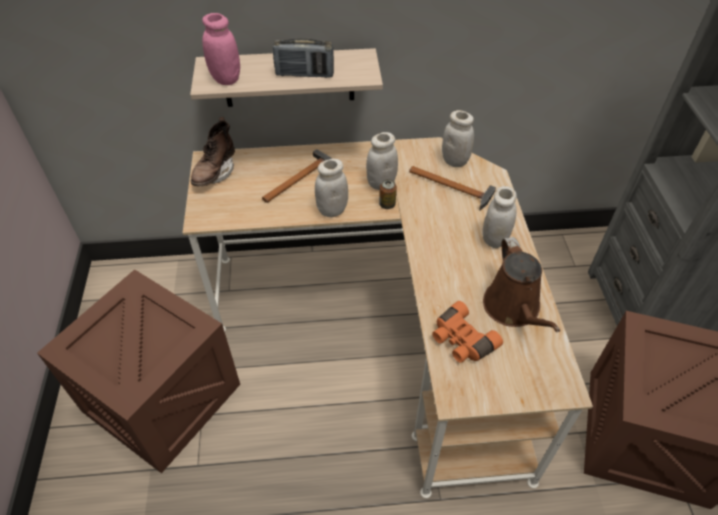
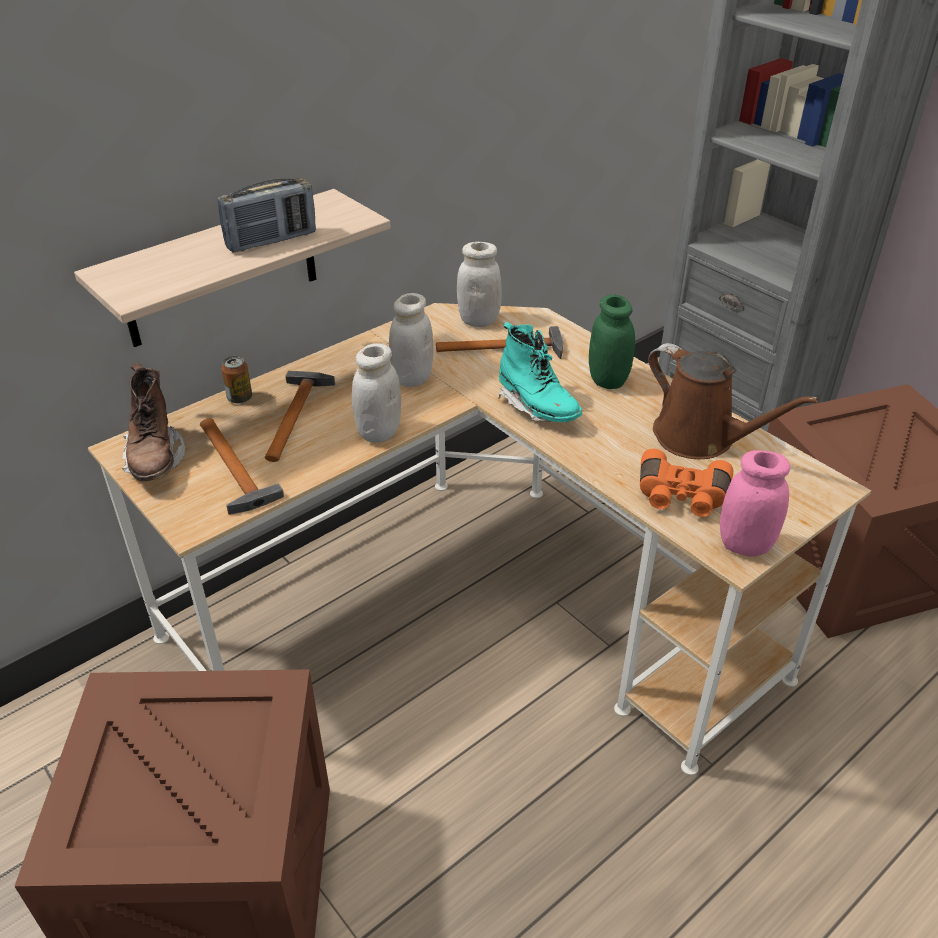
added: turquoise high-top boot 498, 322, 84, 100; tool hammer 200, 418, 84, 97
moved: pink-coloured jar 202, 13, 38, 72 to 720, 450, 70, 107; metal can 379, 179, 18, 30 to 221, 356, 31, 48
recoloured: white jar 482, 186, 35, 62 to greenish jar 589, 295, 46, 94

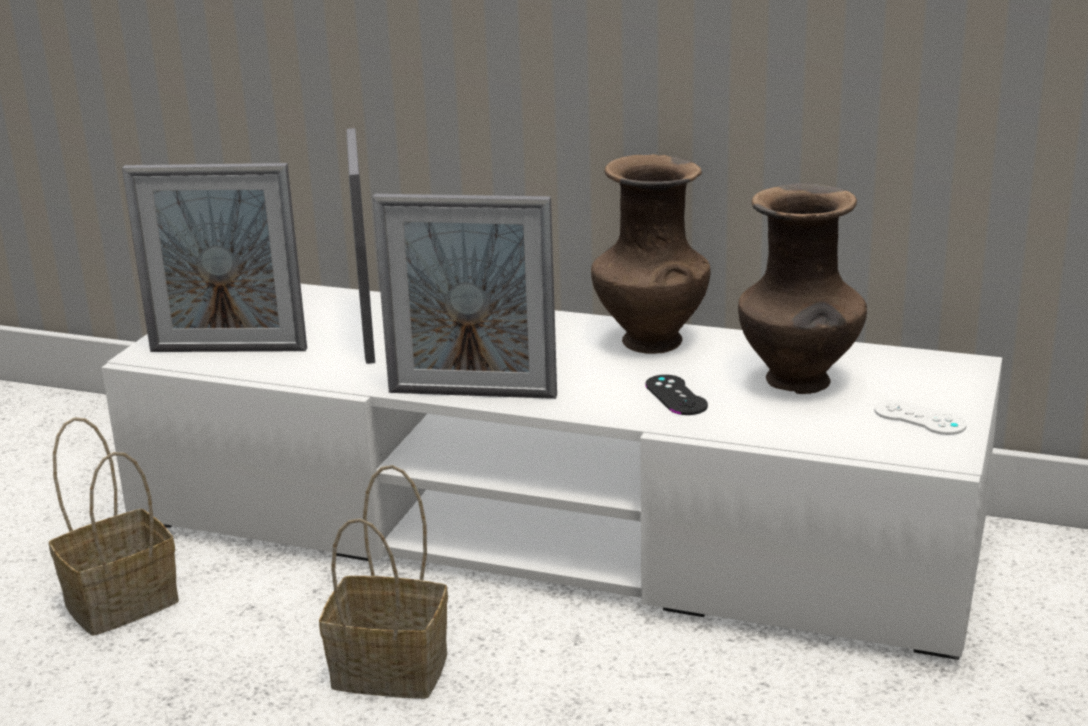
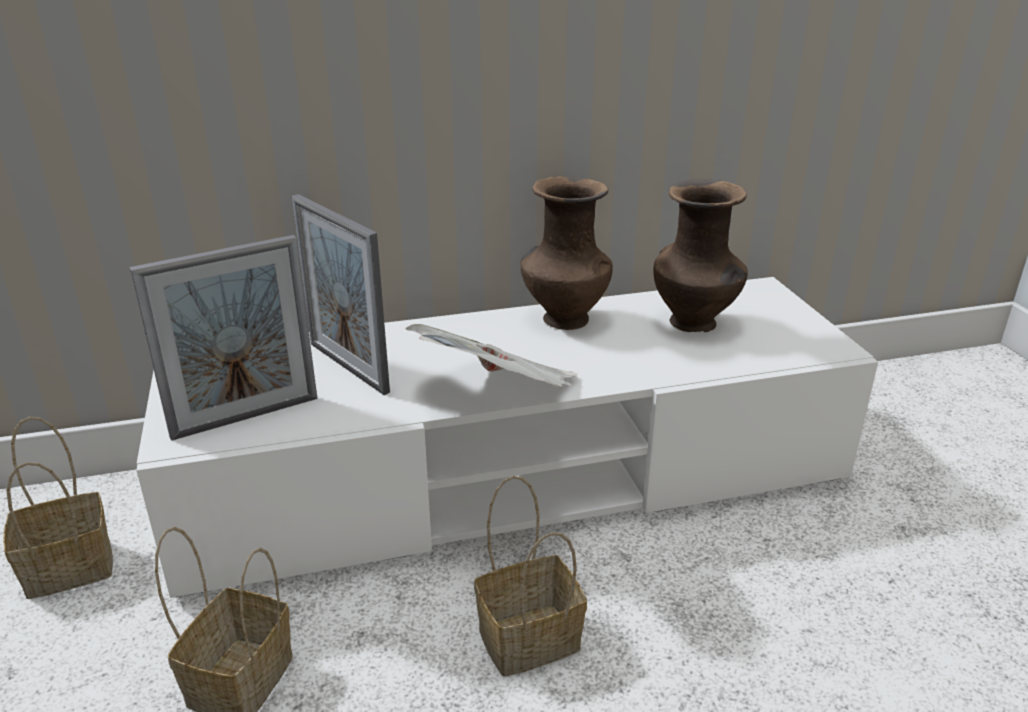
removed: black-coloured gamepad 646, 375, 62, 40; white gamepad 874, 399, 93, 36
added: storage basket 4, 417, 109, 182
replaced: standing frame 373, 194, 184, 205 to printed paper 406, 324, 172, 64

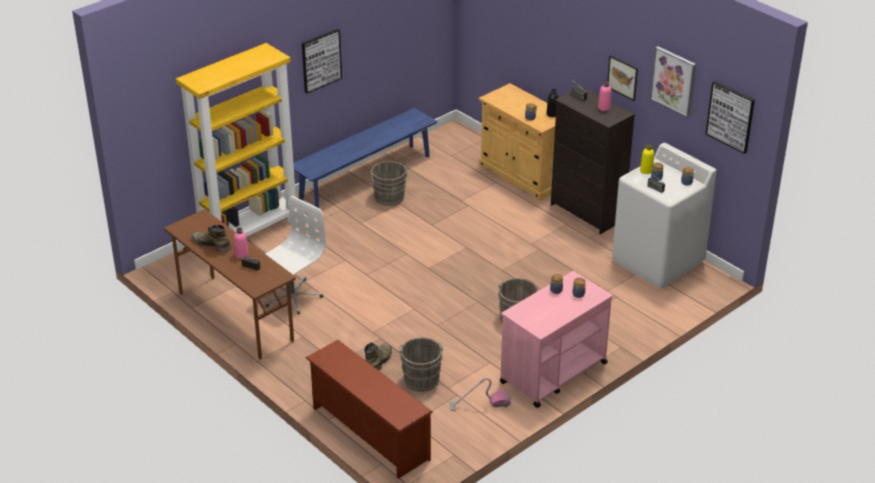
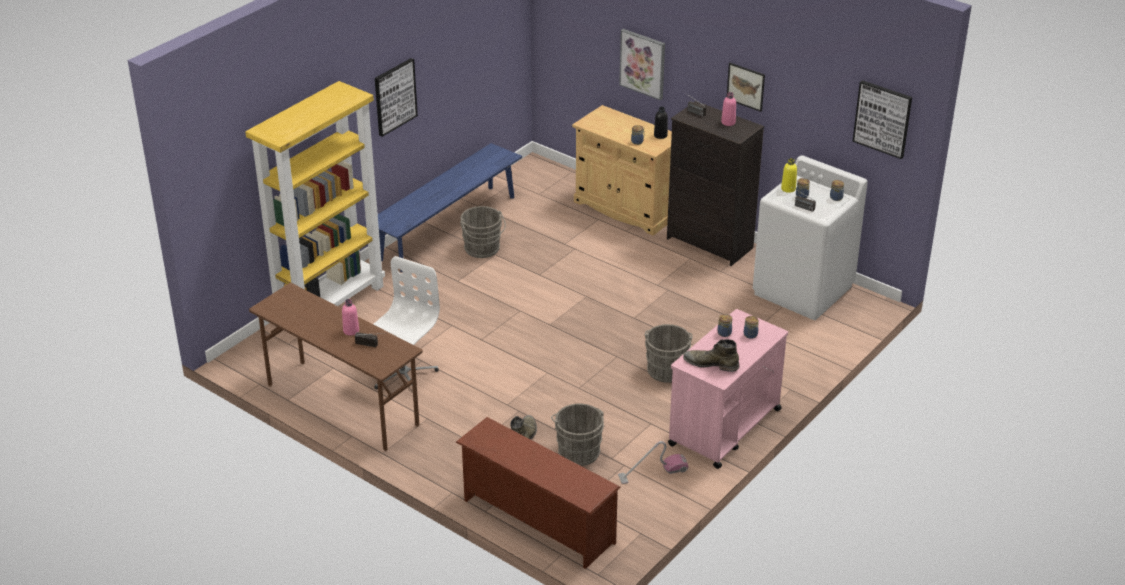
moved: wall picture 650, 46, 46, 71 to 619, 29, 46, 71; greenish high-top boot 191, 225, 40, 27 to 683, 339, 56, 33

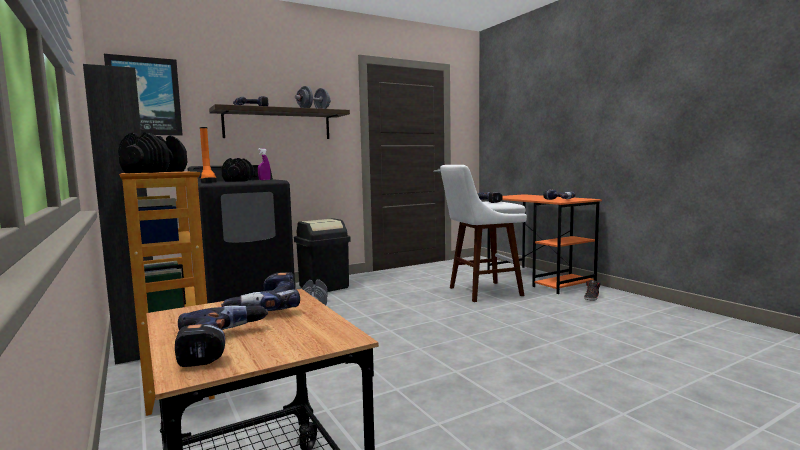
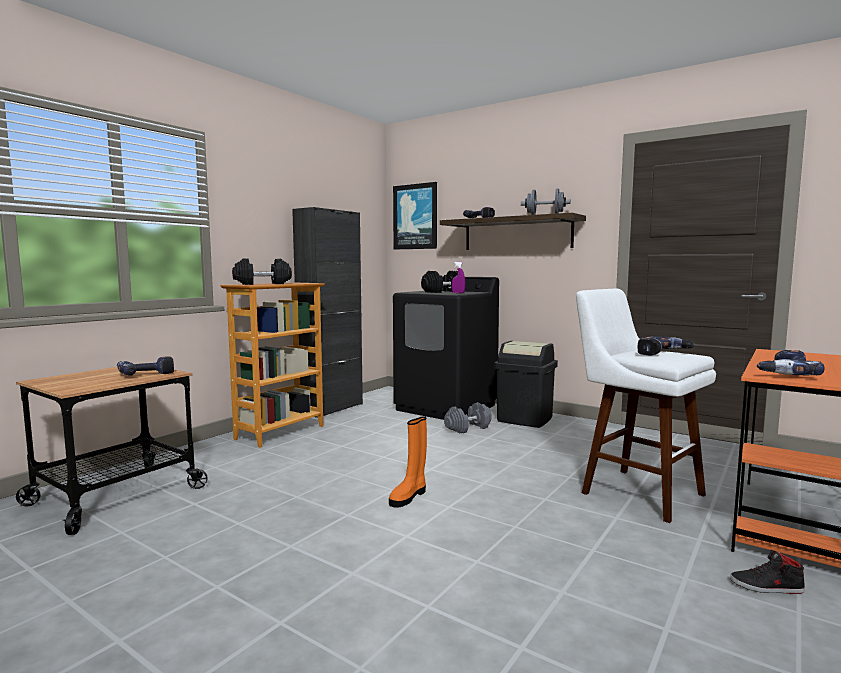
removed: drill 175, 305, 93, 62
moved: orange high-top boot 200, 127, 17, 56 to 389, 416, 38, 92

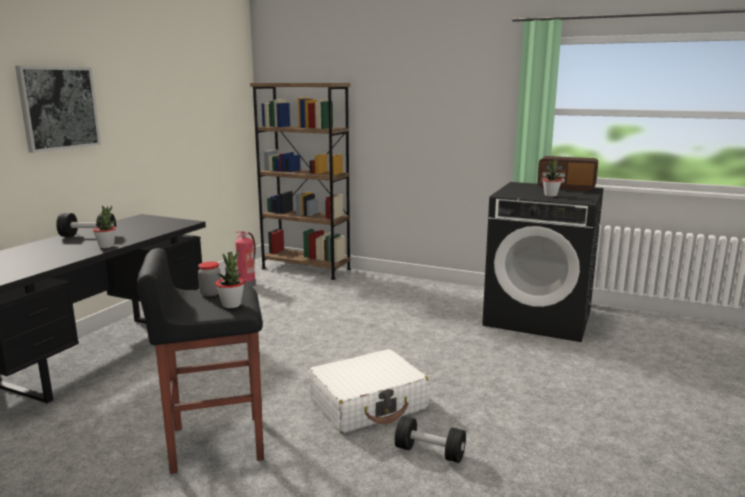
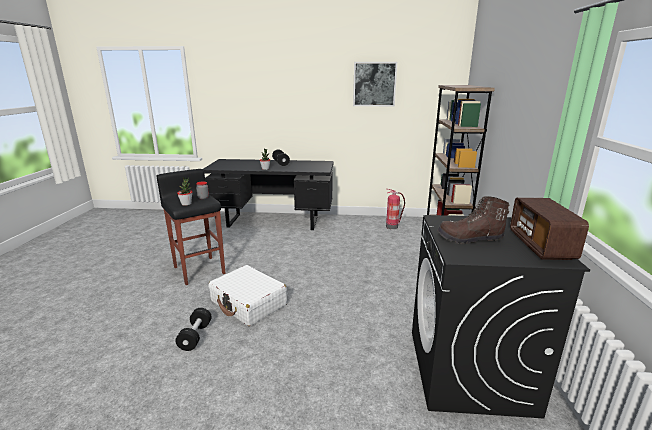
moved: wall picture 15, 66, 86, 87 to 353, 62, 44, 44
replaced: plant in a pot 542, 158, 20, 39 to brownish high-top boot 437, 196, 72, 48

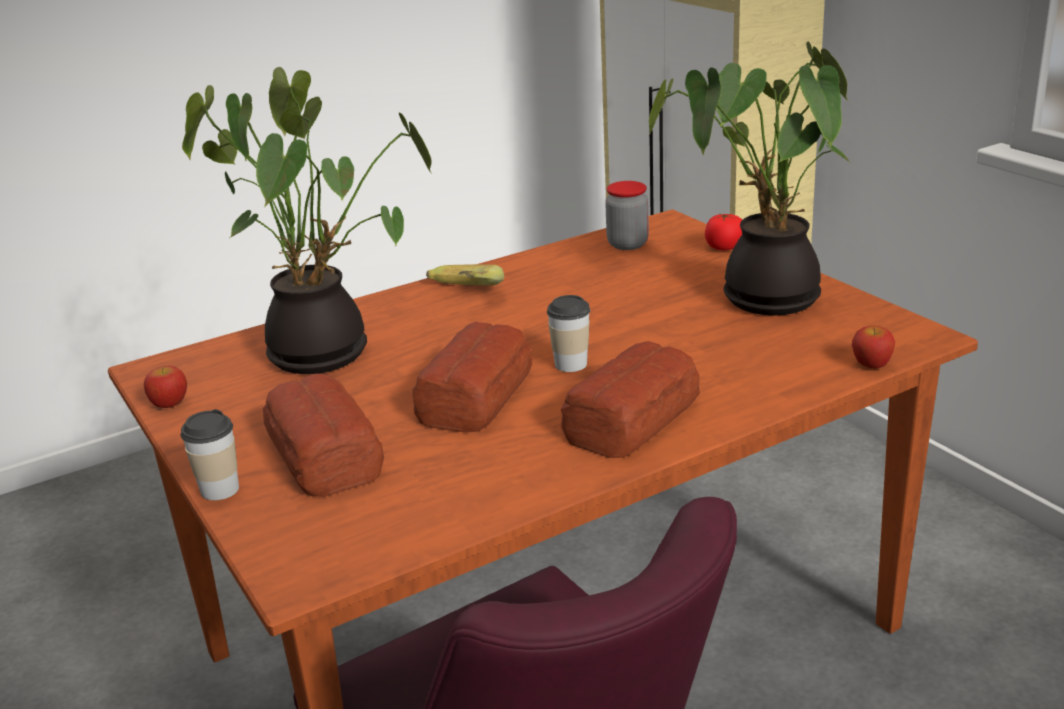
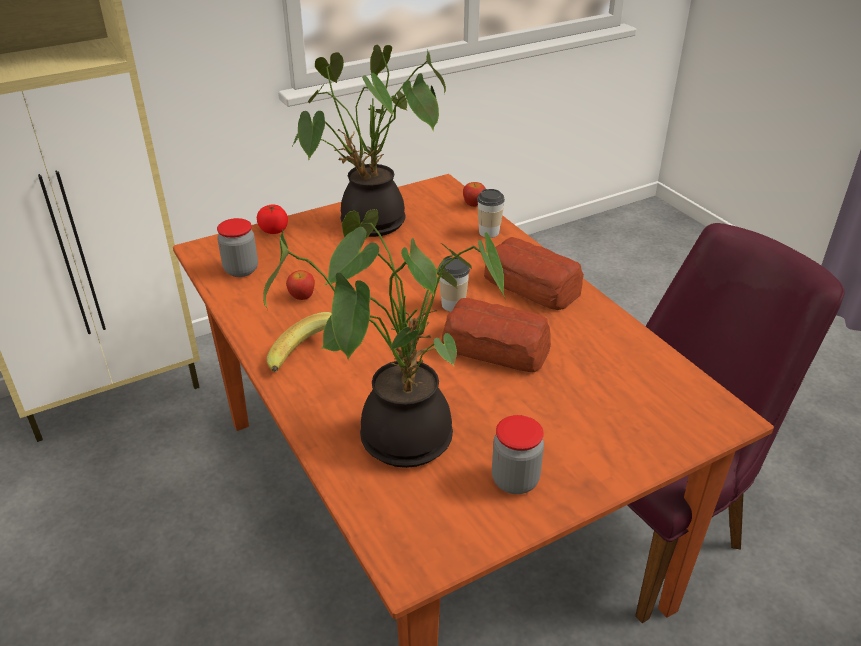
removed: baked bread 263, 374, 121, 123
added: jar 492, 415, 52, 79
moved: apple 144, 366, 43, 42 to 286, 270, 29, 30; drinking cup 181, 409, 58, 91 to 477, 189, 28, 49

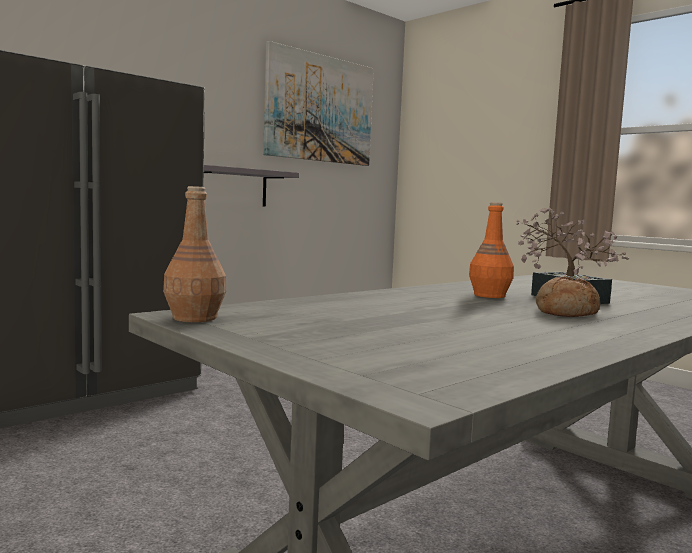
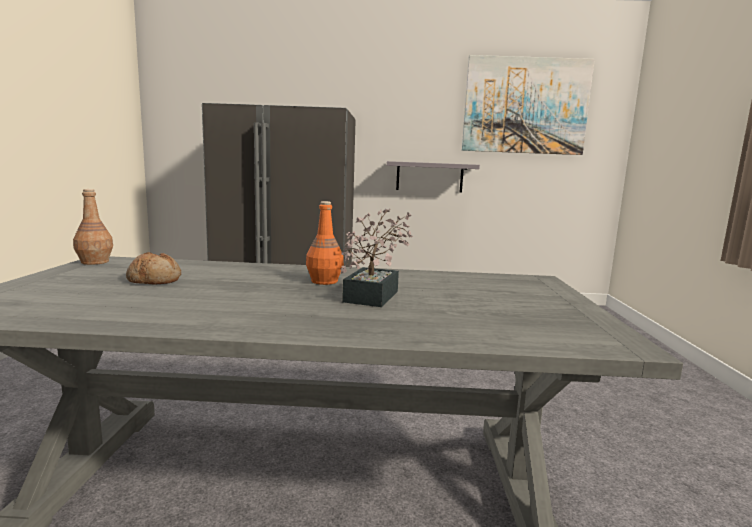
moved: baked bread 536, 277, 64, 40 to 126, 252, 55, 32

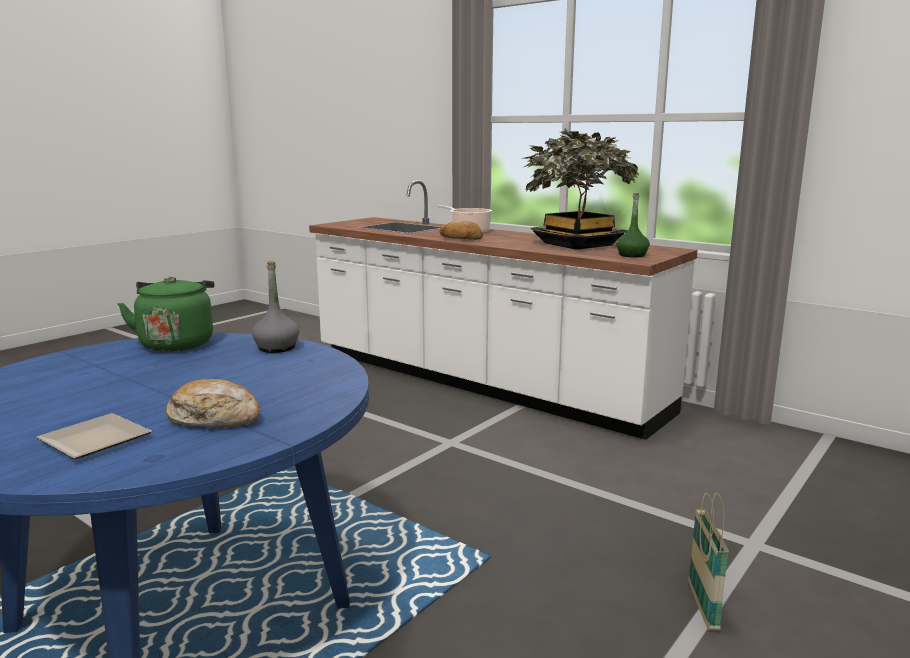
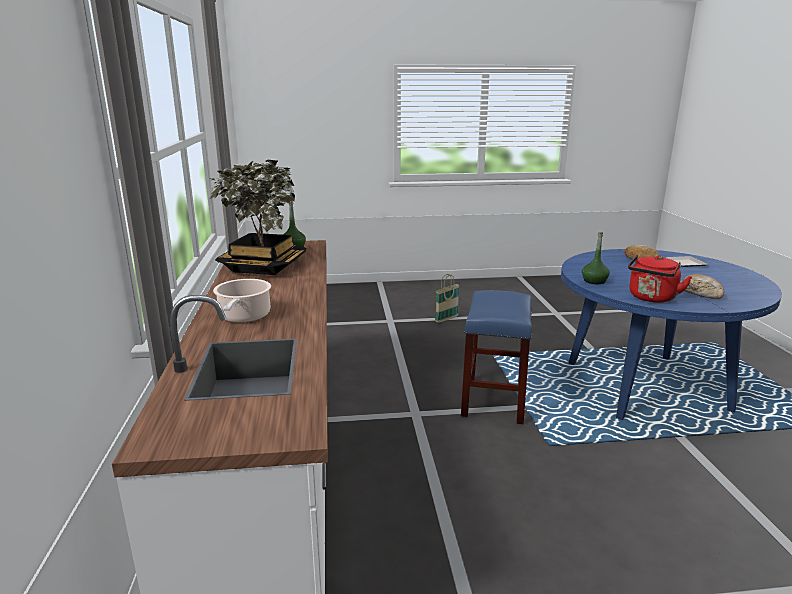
added: blue-coloured stool seat 461, 290, 71, 134
moved: baked bread 440, 221, 43, 18 to 680, 274, 44, 25
recoloured: greyish drink bottle 252, 261, 48, 92 to greenish drink bottle 582, 232, 28, 52; greenish water kettle 118, 277, 96, 75 to red-coloured water kettle 628, 255, 64, 48

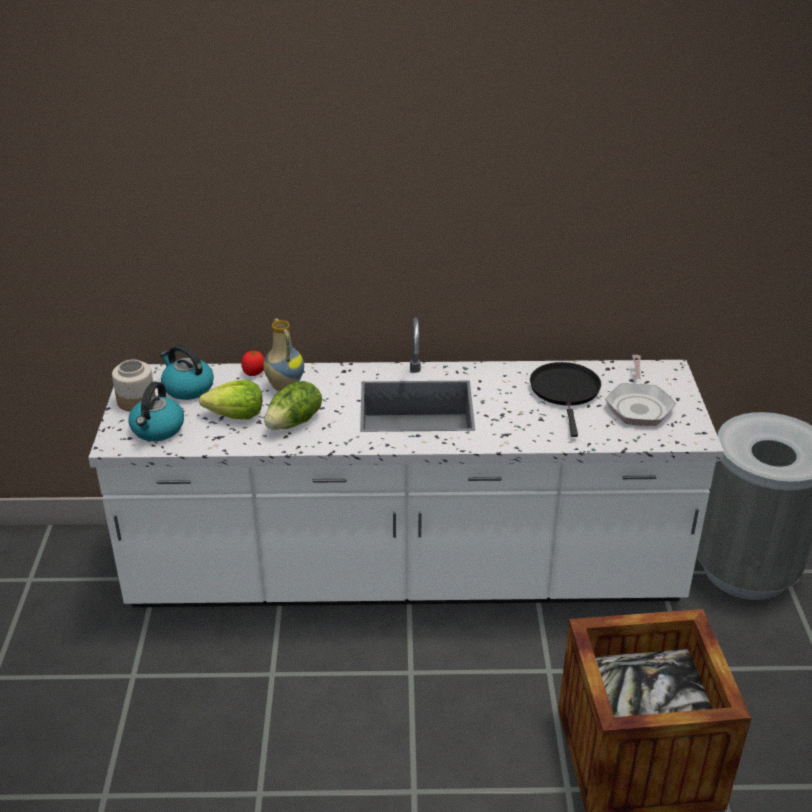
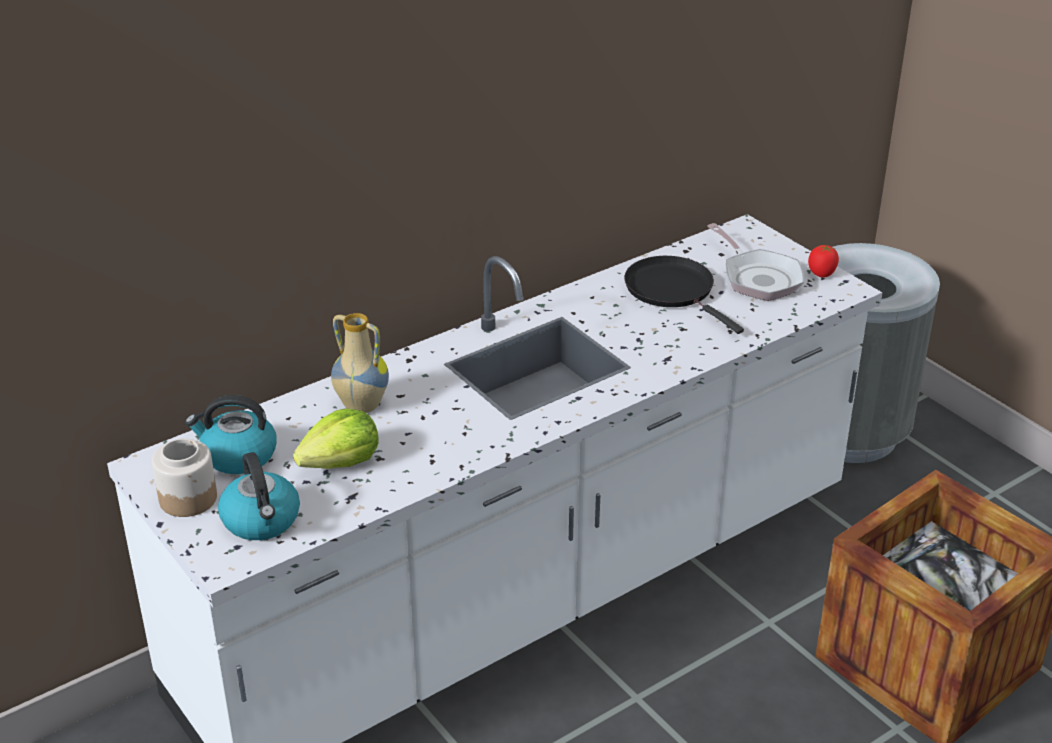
removed: head of lettuce 264, 381, 58, 49
moved: tomato 241, 351, 24, 25 to 808, 245, 31, 33

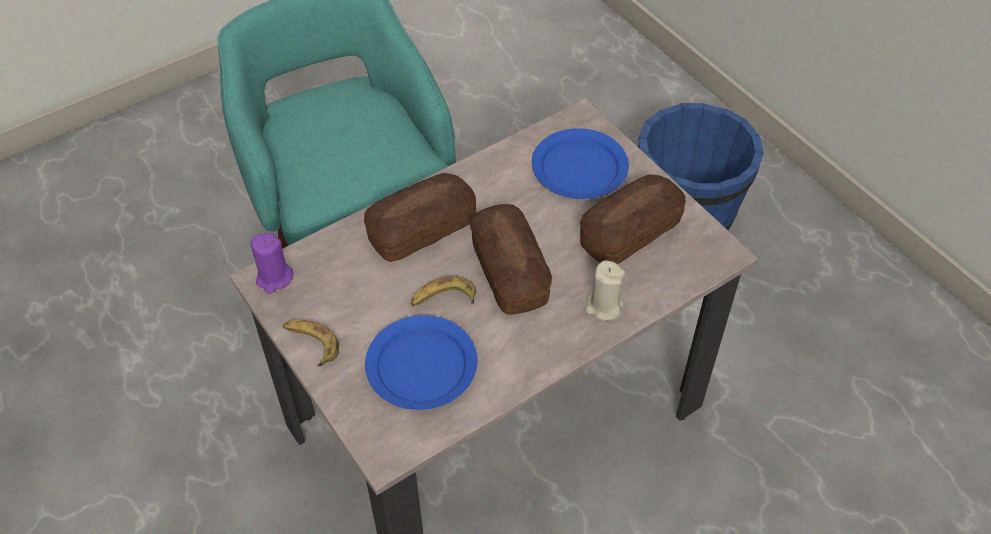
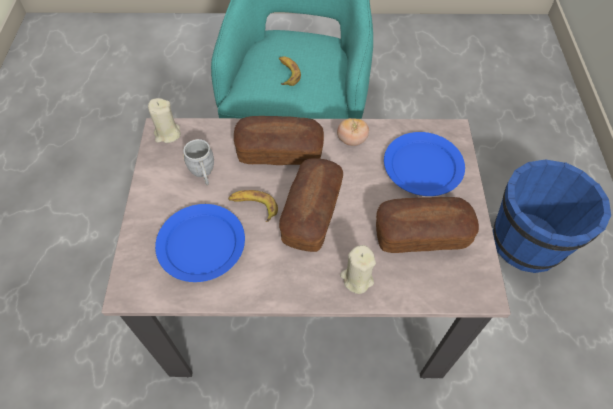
added: tomato 337, 118, 32, 28; greyish tea mug 183, 139, 31, 46
moved: banana 283, 320, 56, 47 to 279, 56, 22, 30
recoloured: purplish wax light 250, 233, 44, 61 to beige wax light 148, 98, 33, 45

